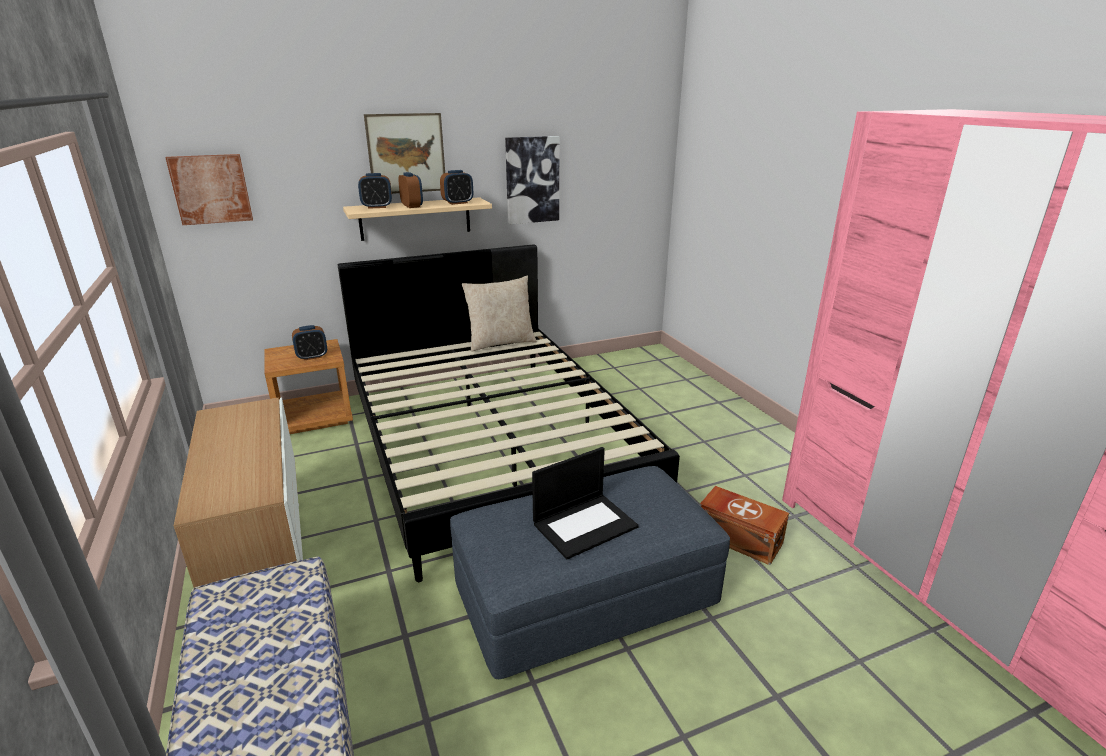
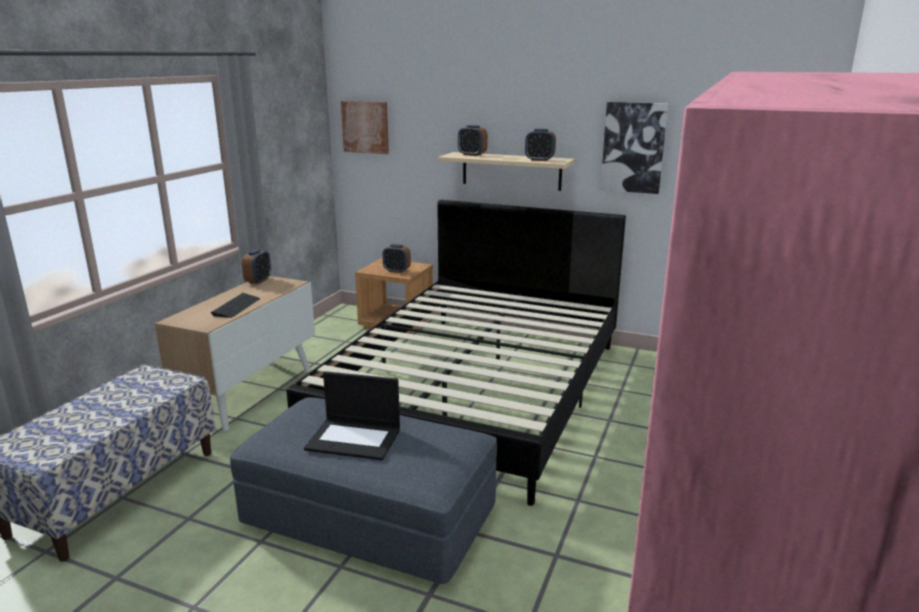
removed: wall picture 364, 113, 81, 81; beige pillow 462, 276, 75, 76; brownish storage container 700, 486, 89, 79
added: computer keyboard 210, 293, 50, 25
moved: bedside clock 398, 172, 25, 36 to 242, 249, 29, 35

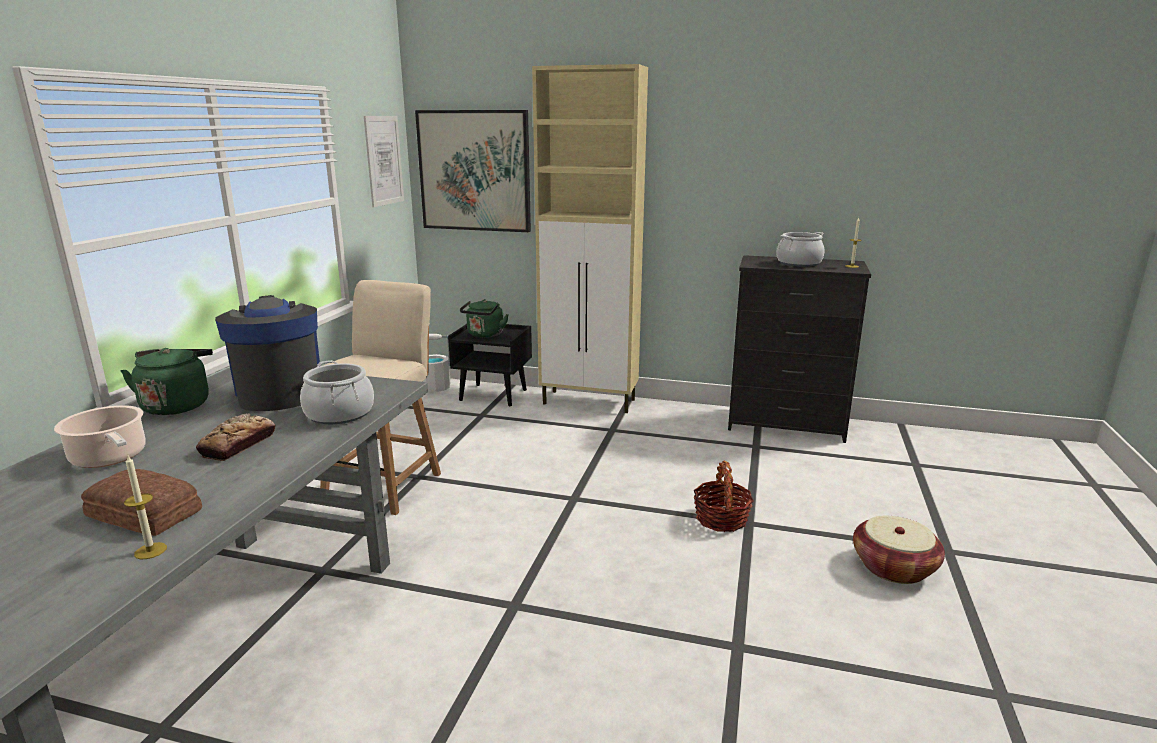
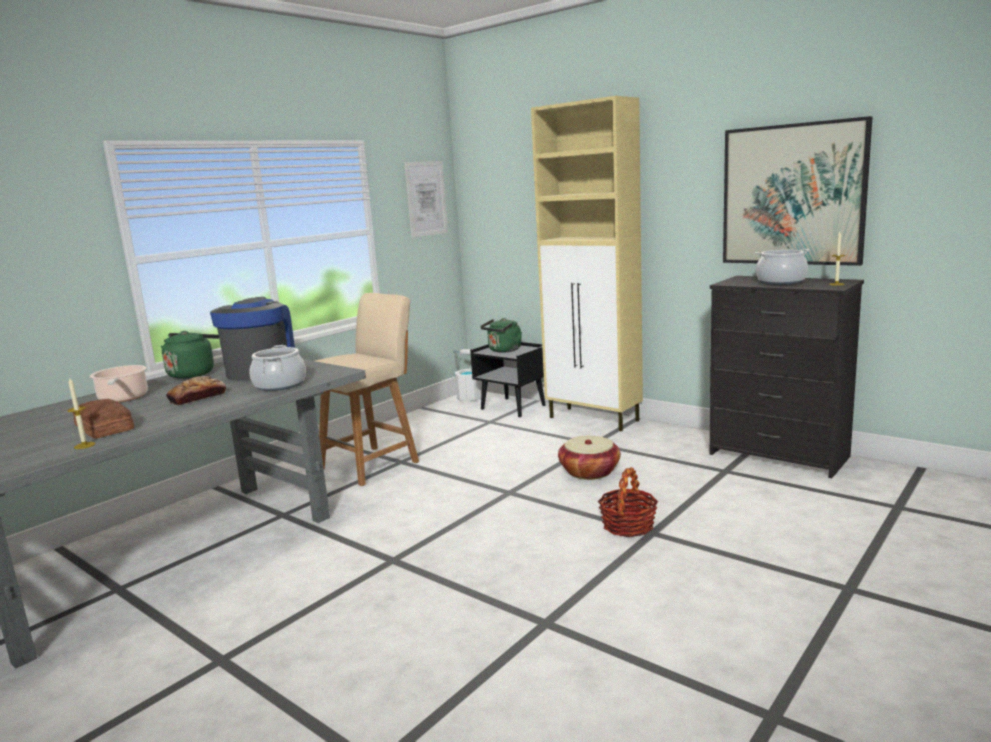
moved: wall picture 415, 110, 116, 122 to 723, 116, 150, 150; storage basket 853, 516, 92, 68 to 558, 435, 63, 45

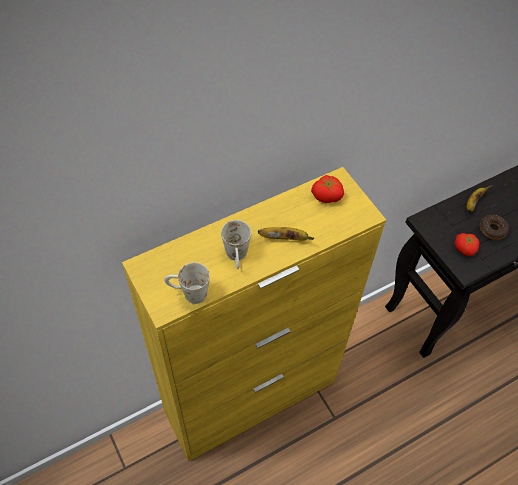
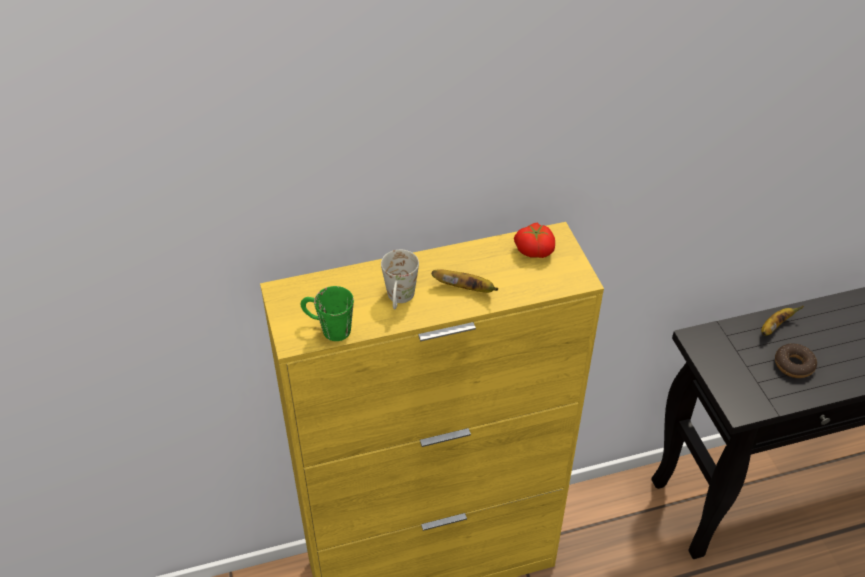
removed: tomato 455, 233, 24, 23
recoloured: white tea mug 164, 262, 46, 42 to greenish tea mug 300, 286, 54, 55

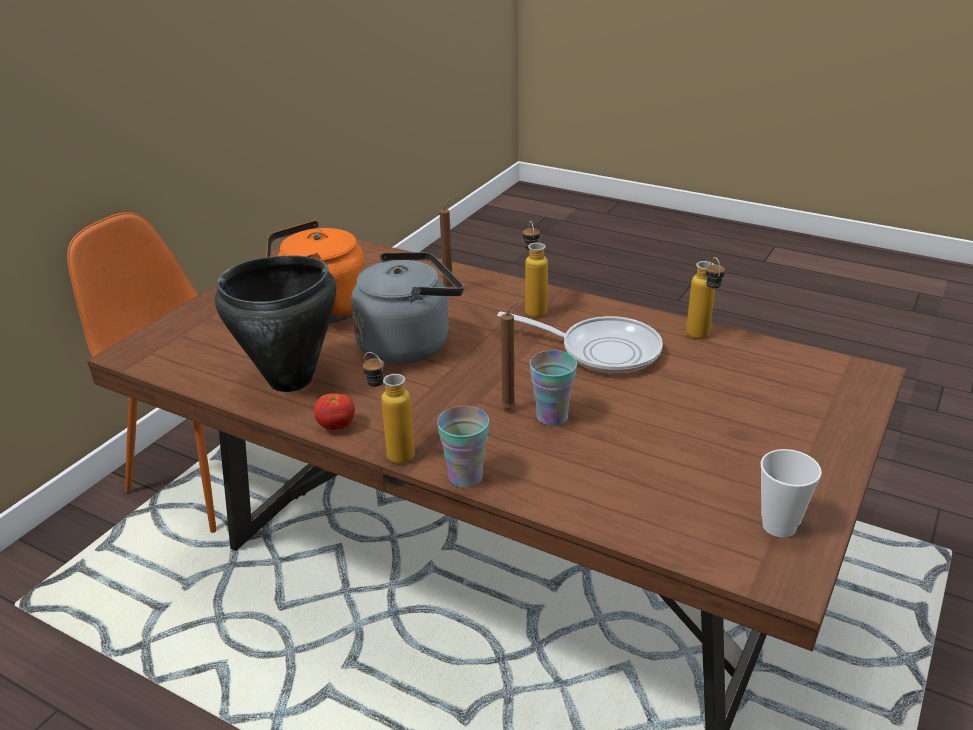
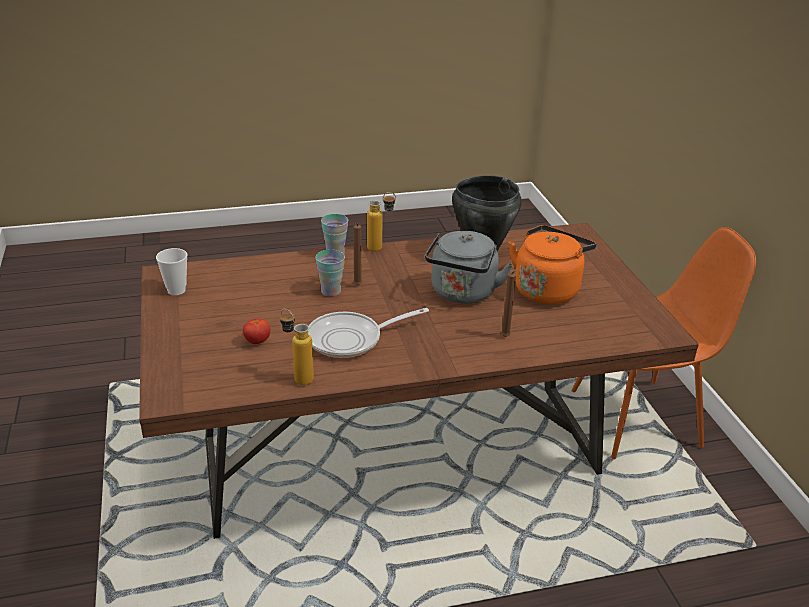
removed: drink bottle 523, 221, 25, 97
moved: tomato 314, 393, 41, 37 to 243, 319, 27, 25

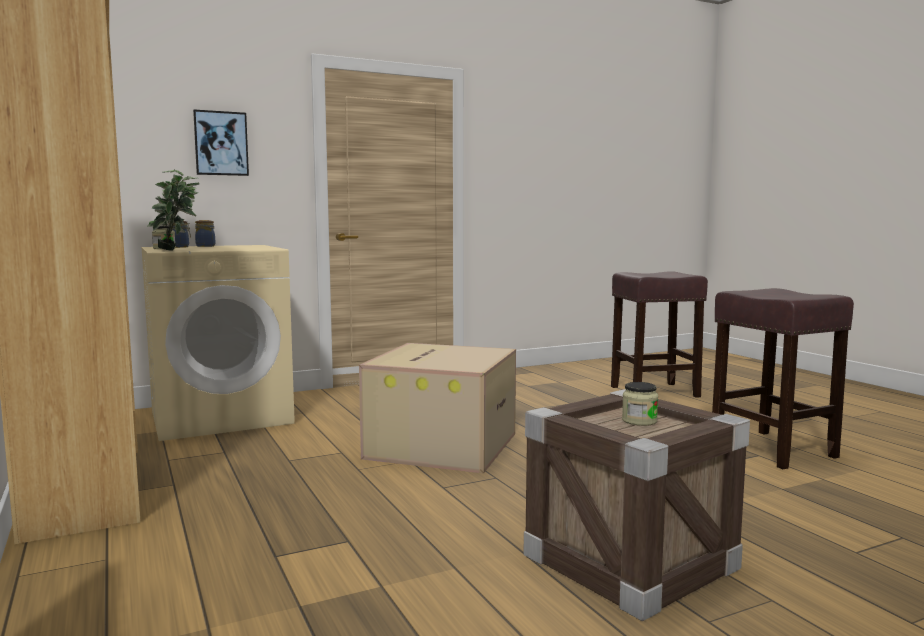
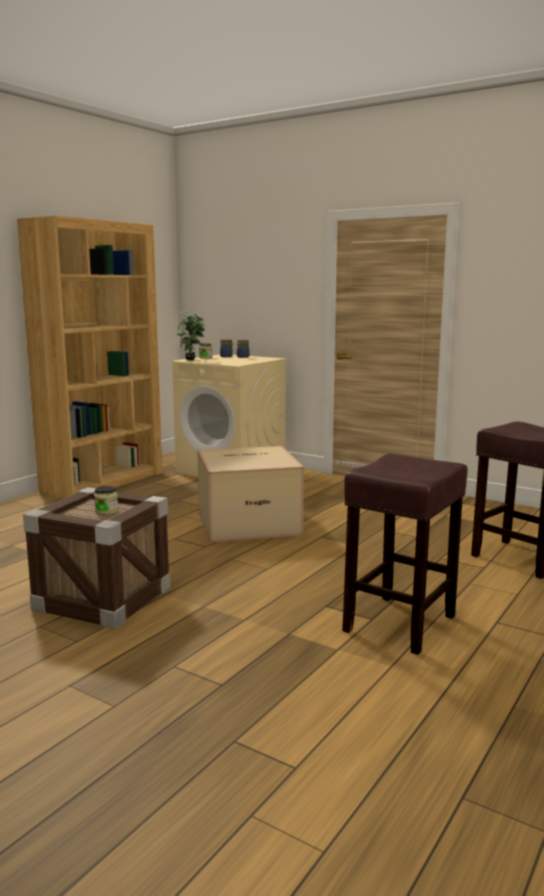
removed: wall picture 193, 110, 56, 66

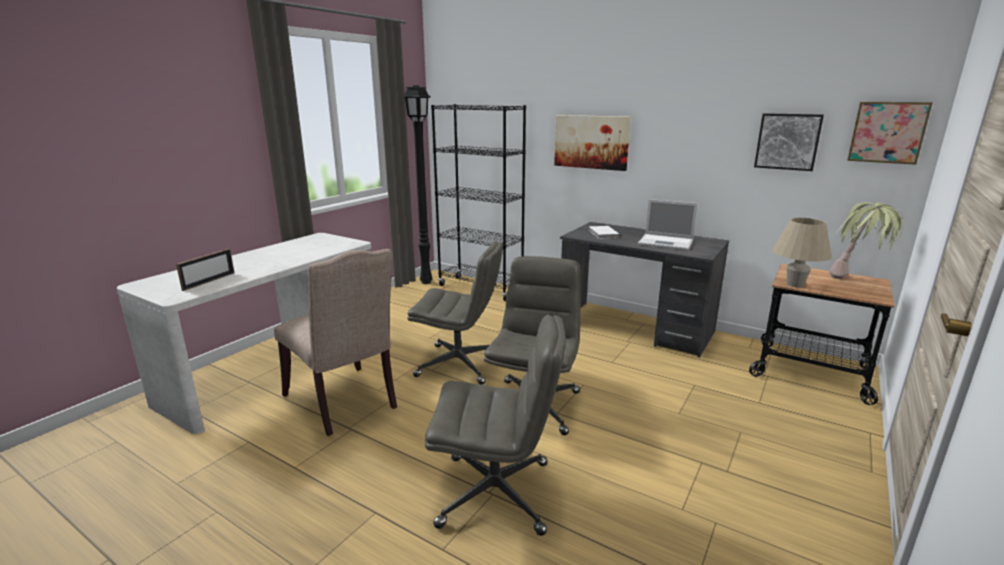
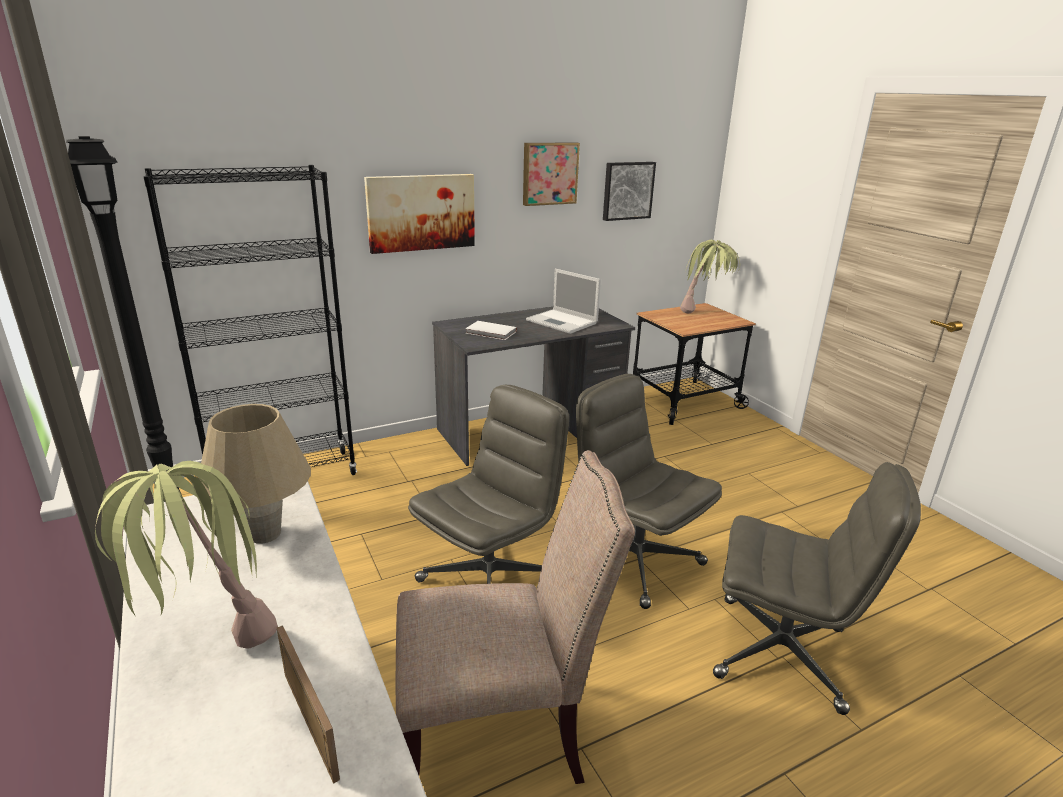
added: plant in a pot 95, 461, 183, 187
moved: wall picture 847, 102, 86, 63 to 523, 142, 57, 64; beige tabletop lamp 773, 218, 59, 70 to 198, 404, 113, 140
turned: notebook computer 638, 199, 60, 51 = 526, 269, 75, 65 75 degrees clockwise; greyish office chair 425, 315, 141, 221 = 713, 462, 208, 253 75 degrees clockwise

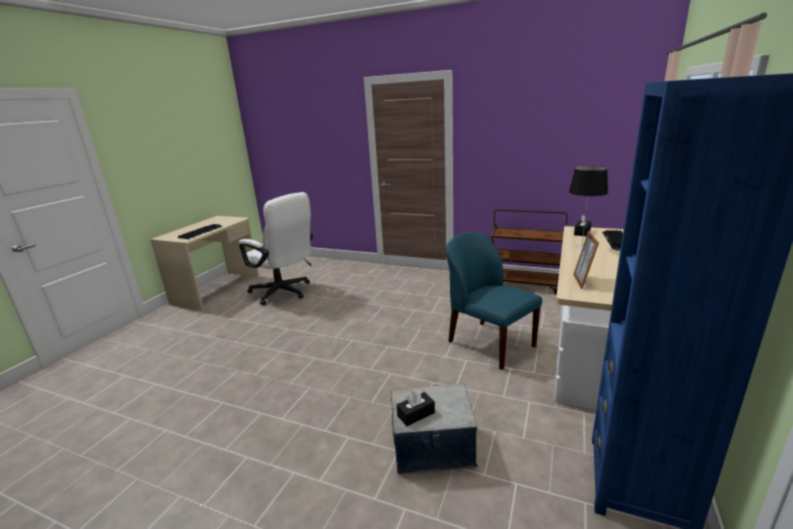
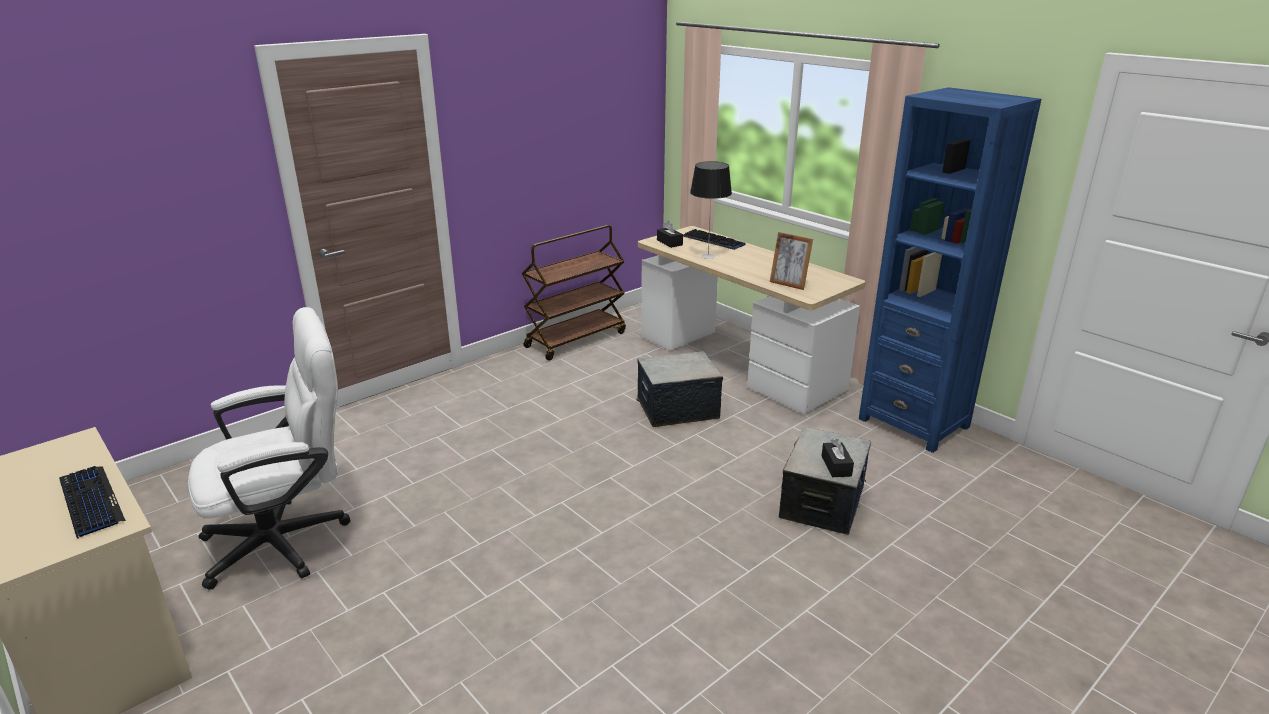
replaced: blue-coloured chair 446, 232, 96, 138 to storage container 636, 351, 87, 76

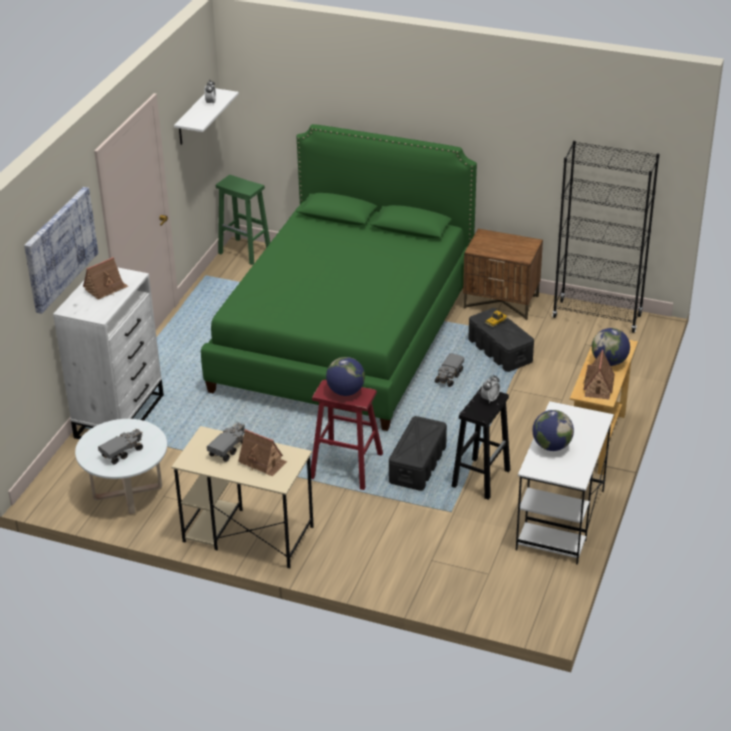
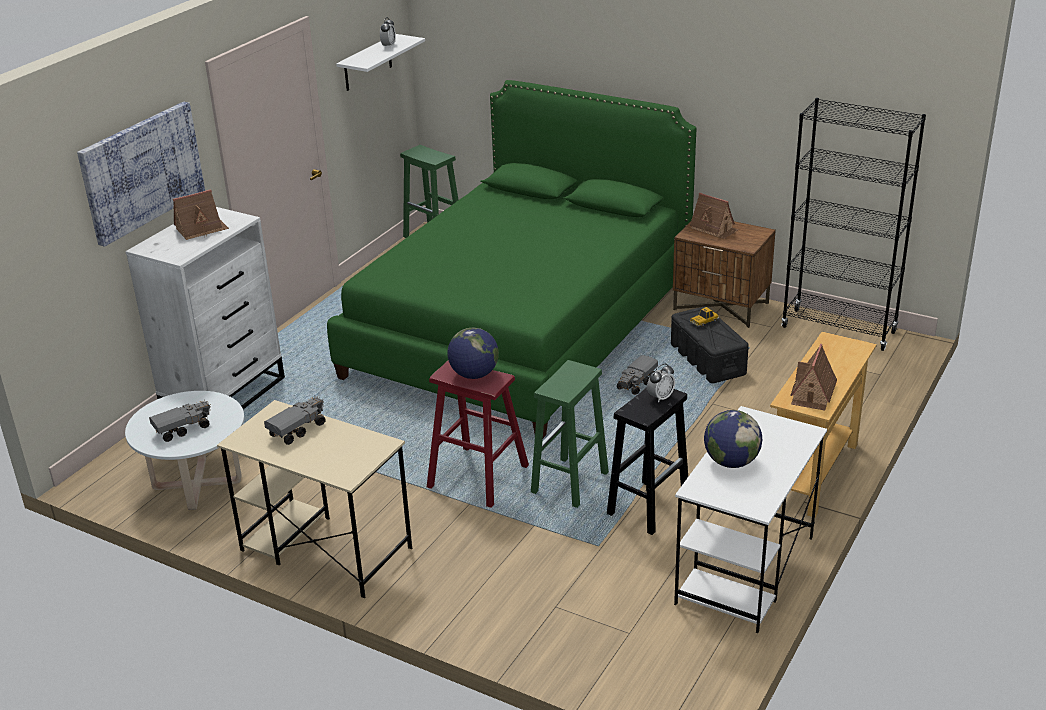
removed: desk globe 592, 328, 38, 38
moved: miniature house 238, 429, 49, 47 to 690, 193, 49, 46
replaced: black-coloured storage container 389, 416, 58, 75 to greenish stool seat 531, 360, 78, 148

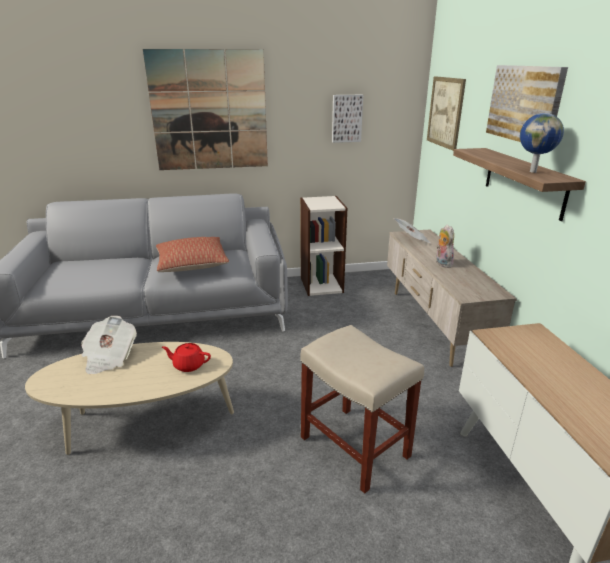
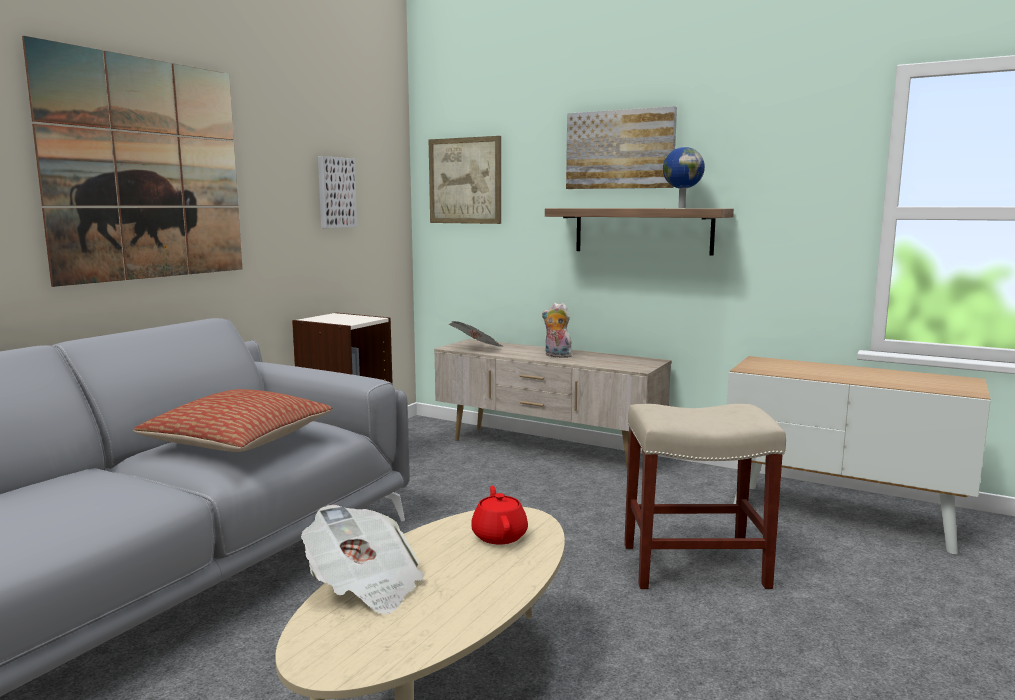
turned: red-coloured teapot 162, 343, 49, 29 = 471, 486, 57, 59 120 degrees clockwise

